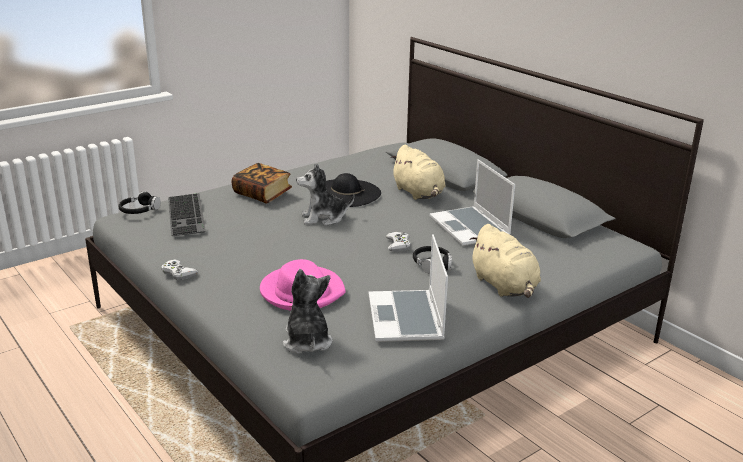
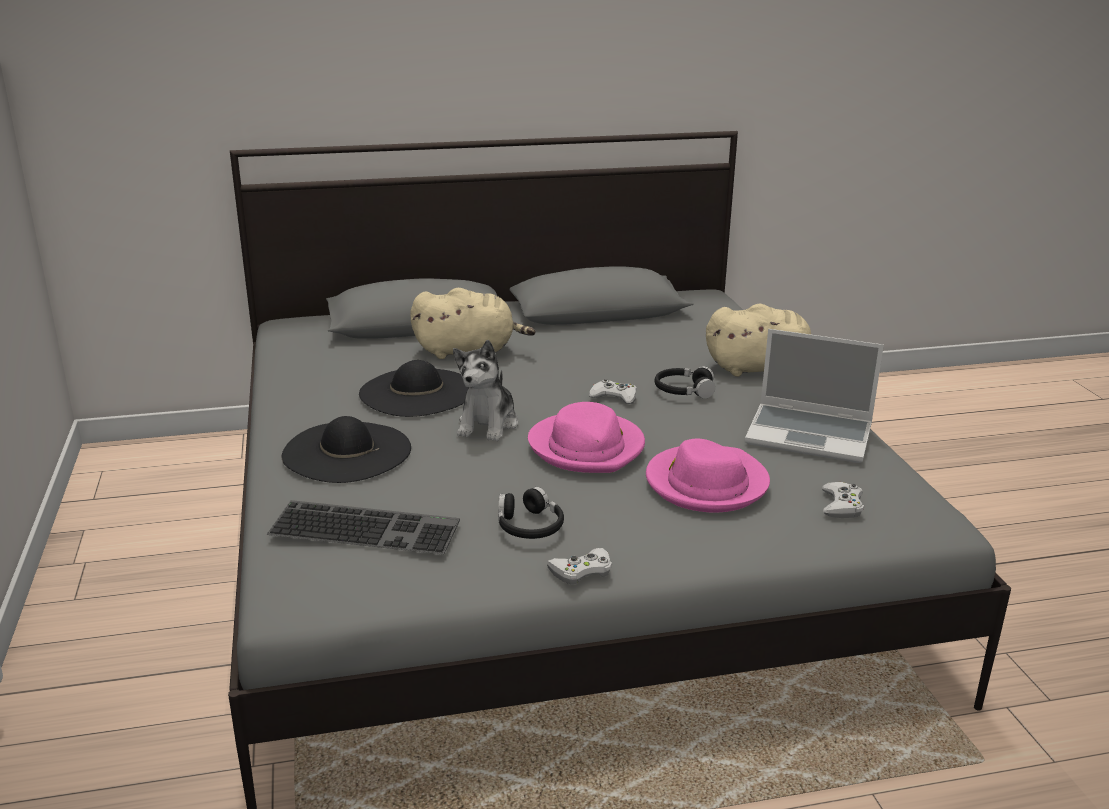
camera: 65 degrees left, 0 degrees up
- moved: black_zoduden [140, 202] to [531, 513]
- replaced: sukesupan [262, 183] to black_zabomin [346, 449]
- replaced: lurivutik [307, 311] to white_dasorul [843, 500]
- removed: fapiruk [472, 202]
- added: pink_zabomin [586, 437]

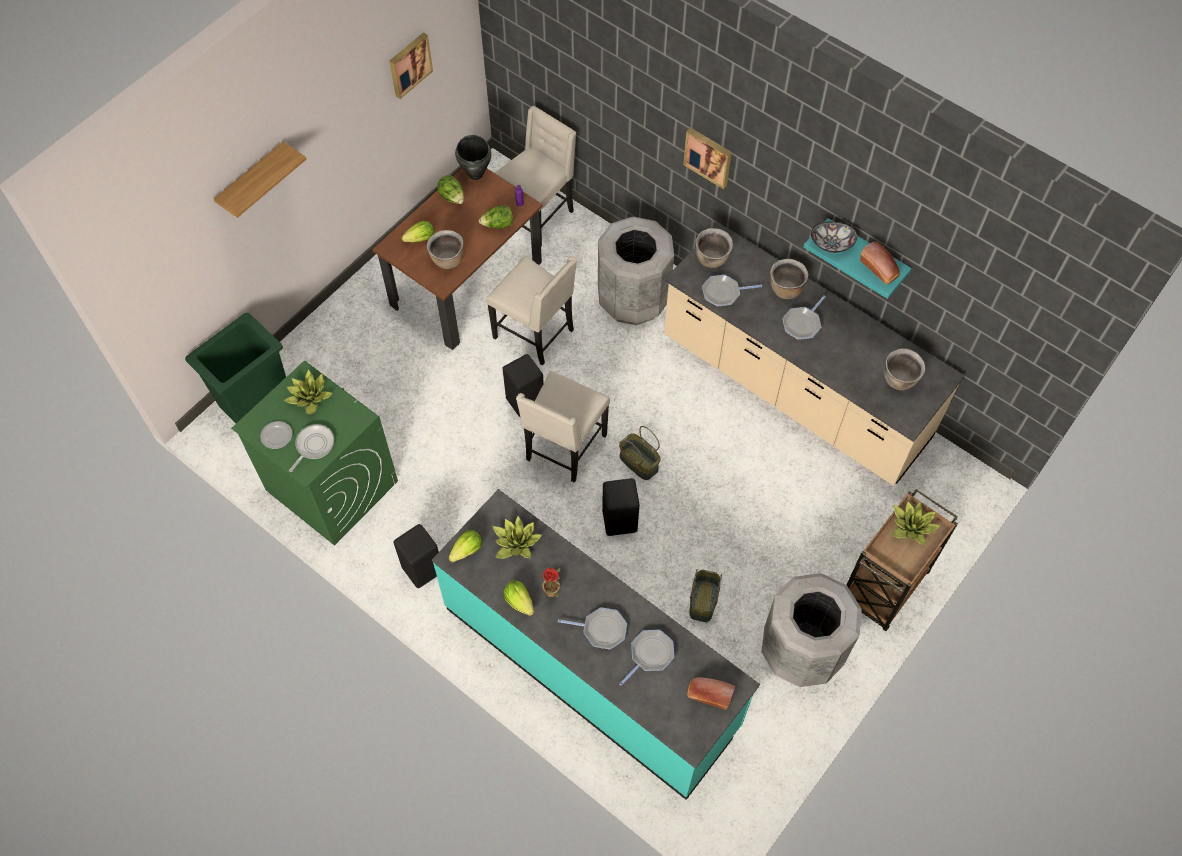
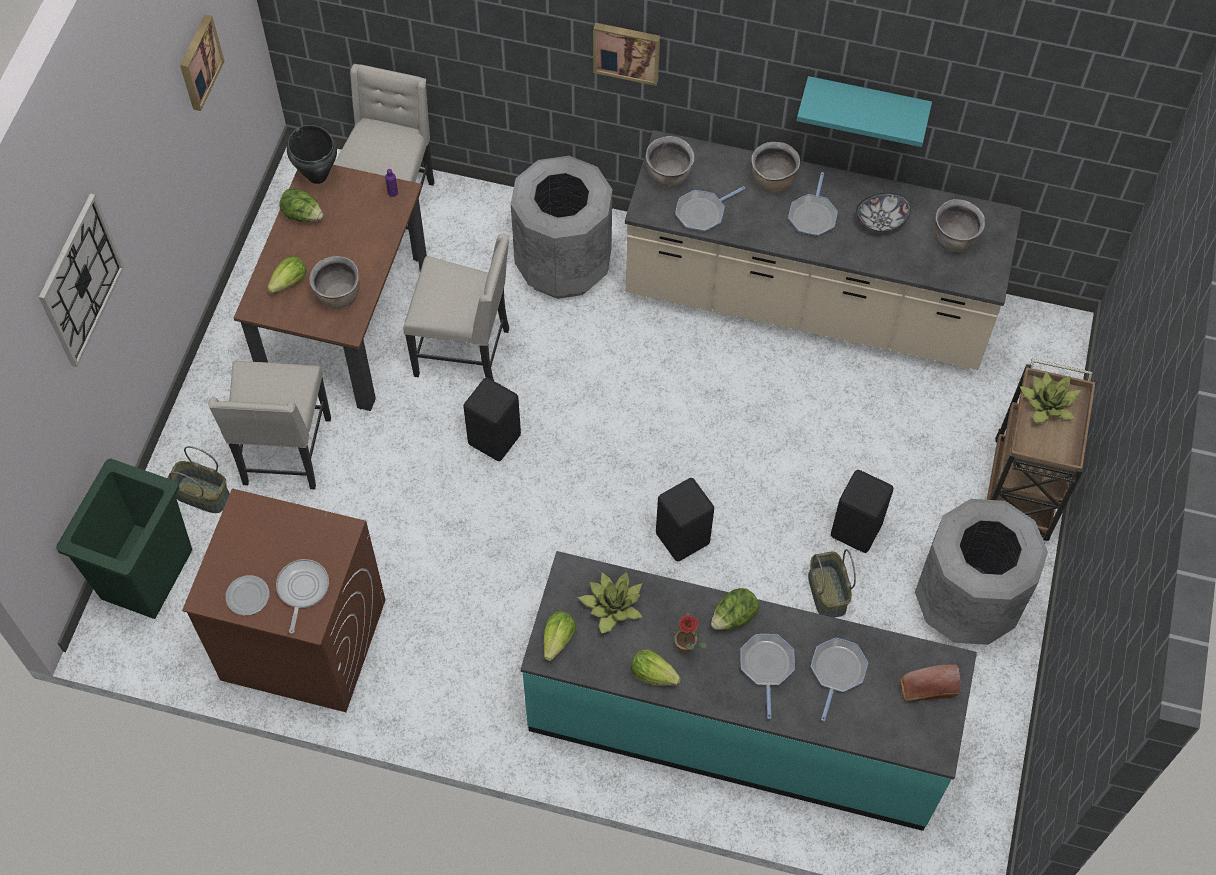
camera: 25 degrees left, 0 degrees up
- replaced: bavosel [260, 179] to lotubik [81, 280]
- recoloured: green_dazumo [314, 453] to brown_dazumo [283, 600]
- removed: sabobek [308, 392]
- moved: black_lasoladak [416, 556] to [862, 511]
- moved: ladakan [496, 217] to [735, 609]
- moved: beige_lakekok [563, 427] to [269, 425]
- turned: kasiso [592, 628] = [767, 676] 75 degrees counterclockwise
- moved: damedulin [640, 453] to [198, 479]
- moved: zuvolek [834, 237] to [883, 212]
- removed: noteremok [880, 262]

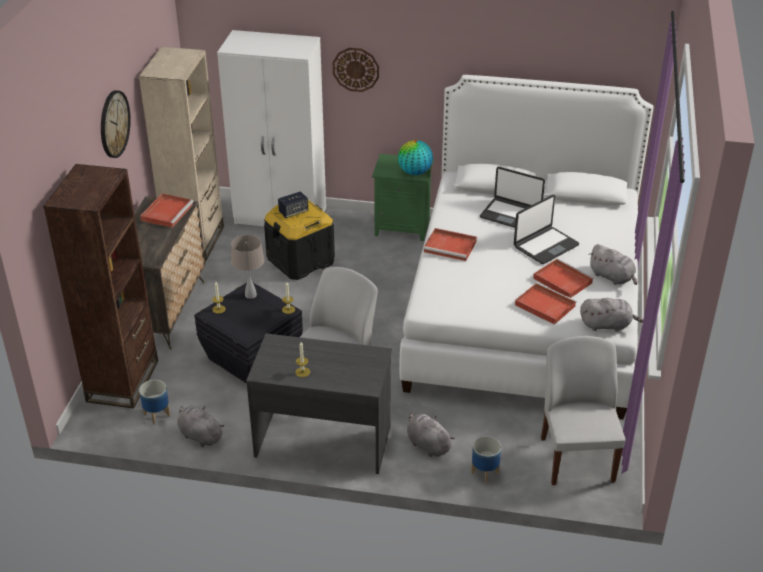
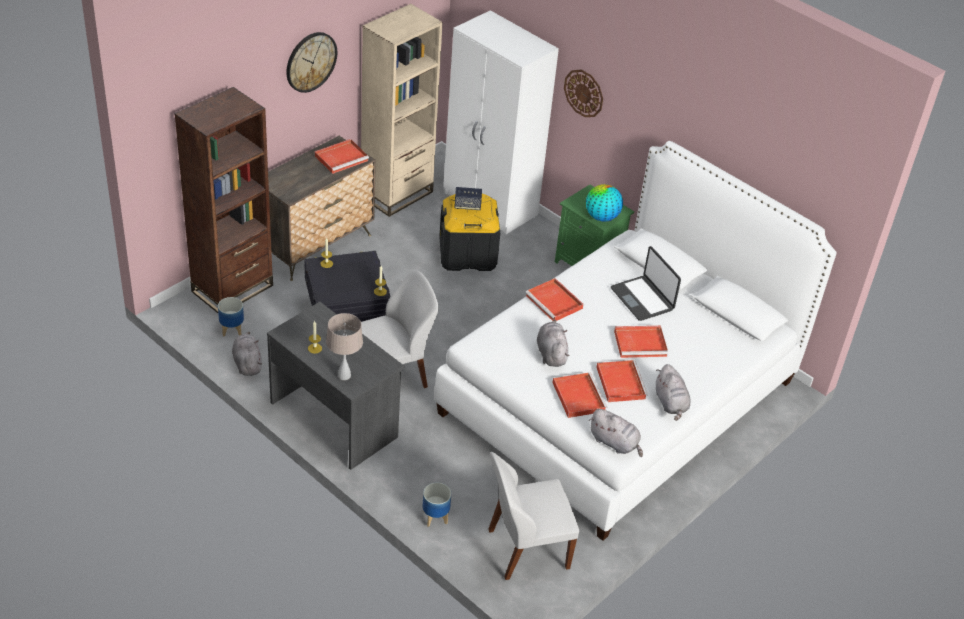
camera: 30 degrees right, 5 degrees up
- moved: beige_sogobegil [248, 267] to [344, 346]
- moved: grey_lurivutik [431, 435] to [553, 343]
- replaced: fapiruk [547, 229] to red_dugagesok [641, 342]
- turned: white_lakekok [583, 410] = [533, 516] 135 degrees counterclockwise

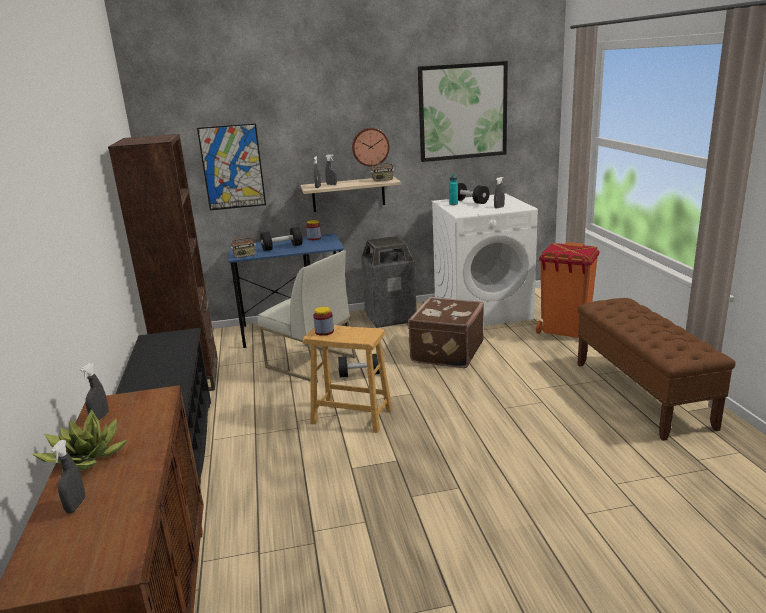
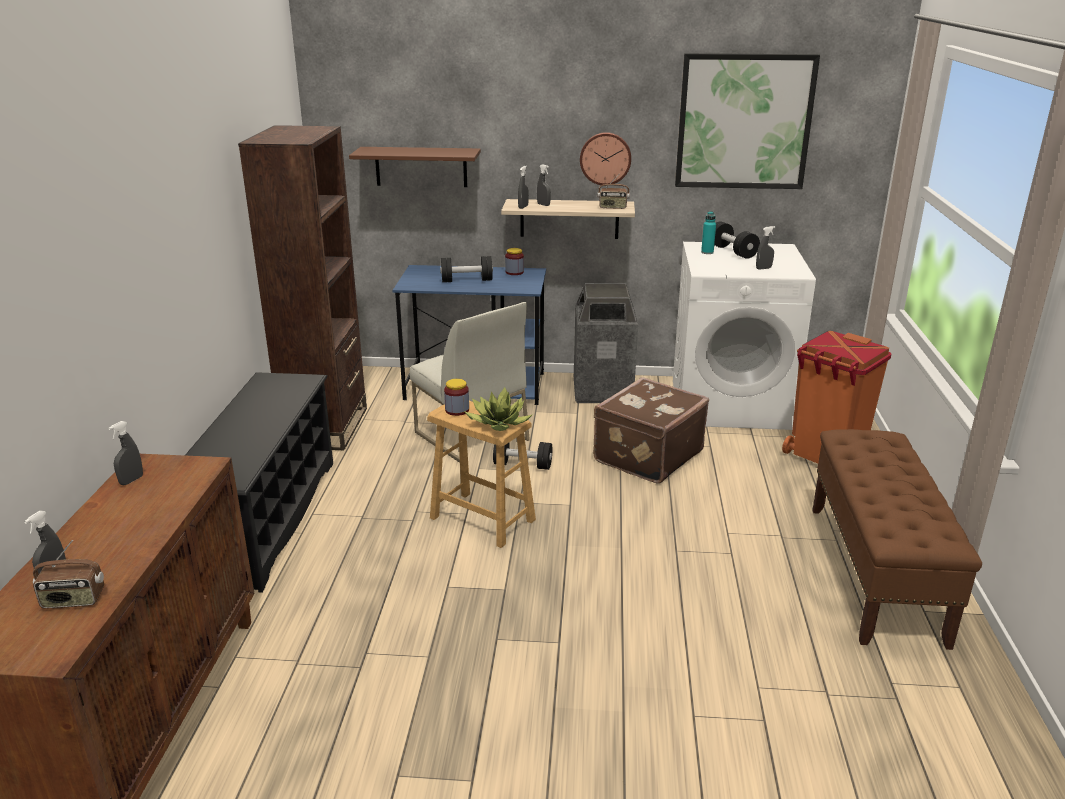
camera: 15 degrees right, 5 degrees up
- moved: sabobek [79, 440] to [498, 409]
- replaced: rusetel [231, 166] to brown_bavosel [415, 167]
- moved: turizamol [243, 244] to [68, 574]

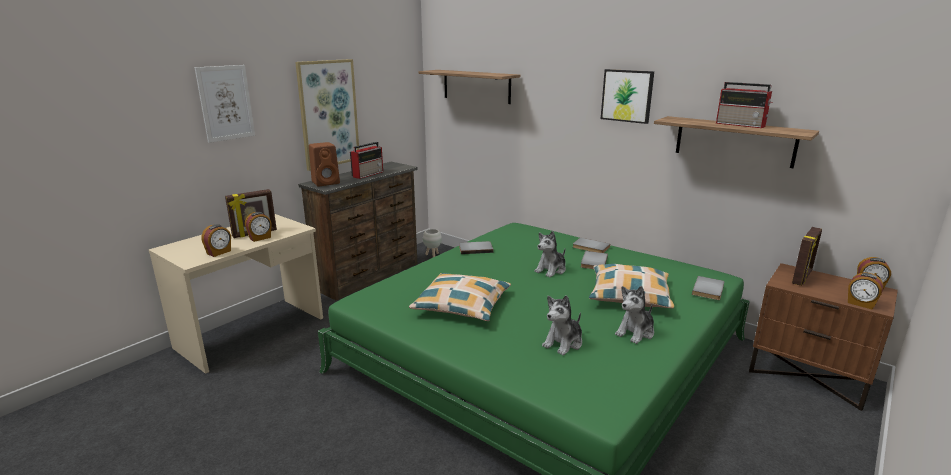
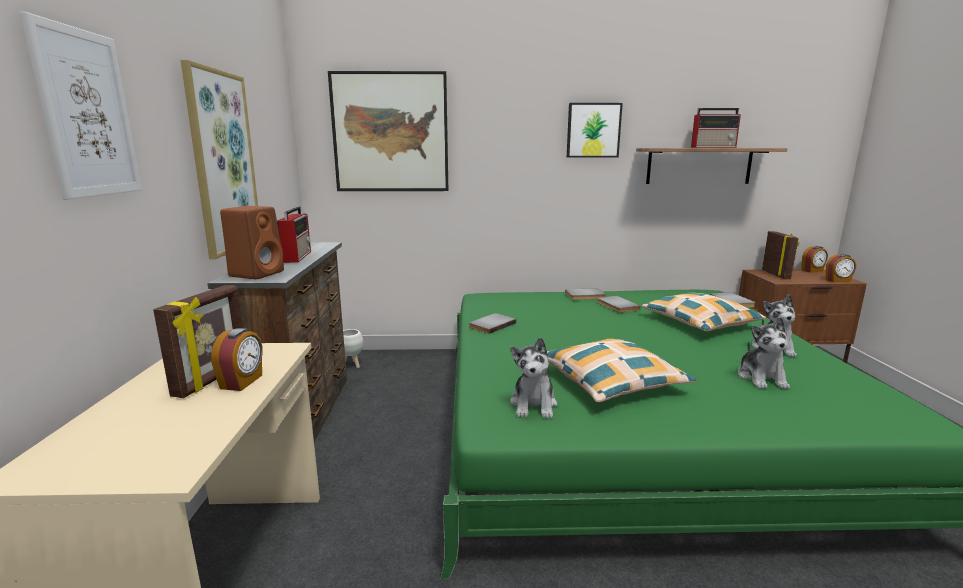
camera: 40 degrees left, 5 degrees down
- removed: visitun [216, 240]
- replaced: bavosel [469, 87] to rusetel [388, 131]
- moved: lurivutik [550, 254] to [534, 377]

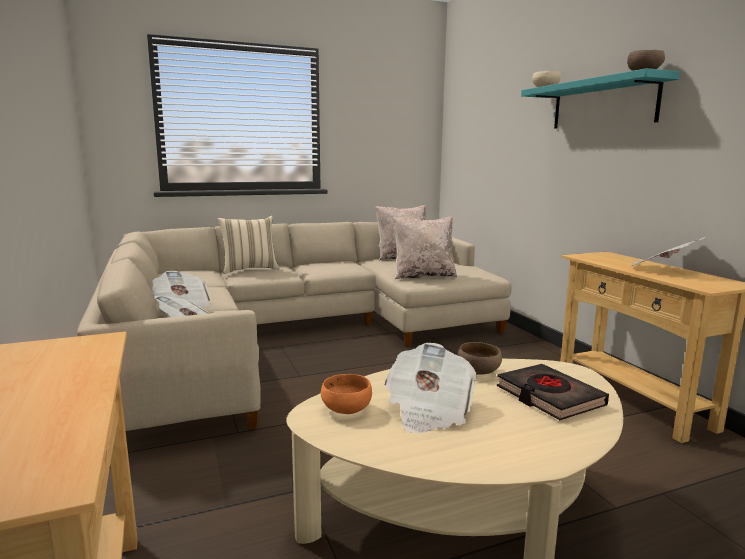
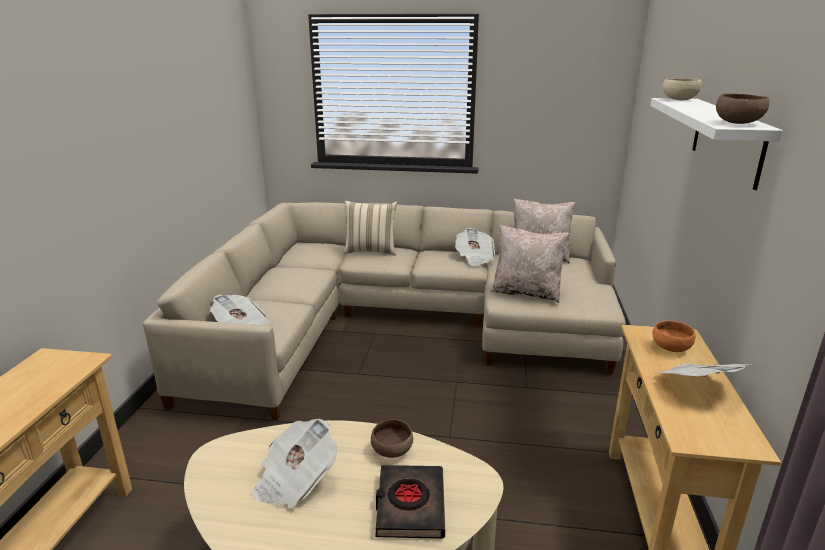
camera: 30 degrees right, 10 degrees up
- moved: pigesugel [182, 290] to [475, 247]
- moved: orange_zuvolek [346, 394] to [673, 336]
- recoloured: turquoise_bavosel [600, 98] to white_bavosel [716, 144]

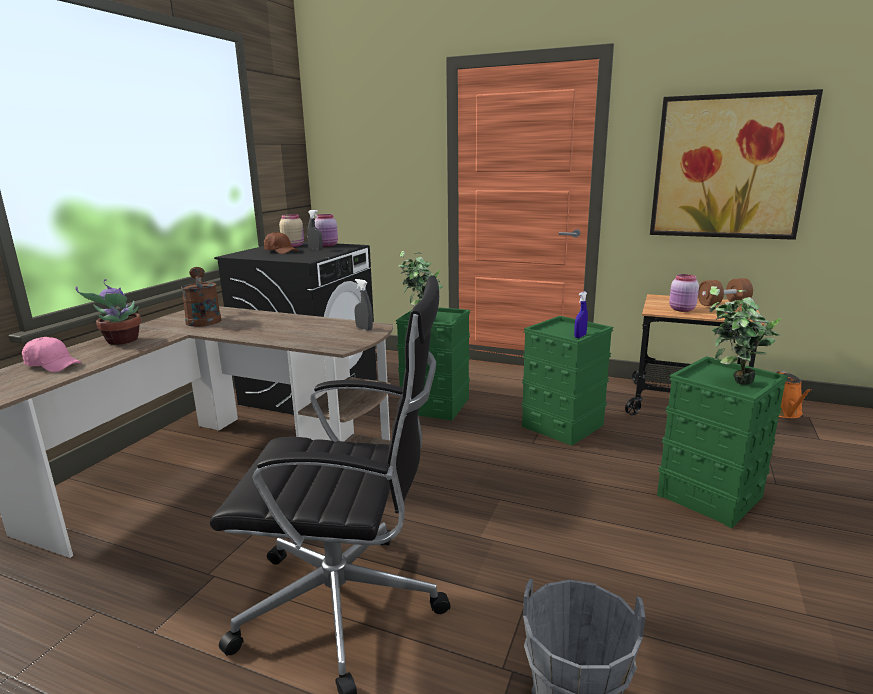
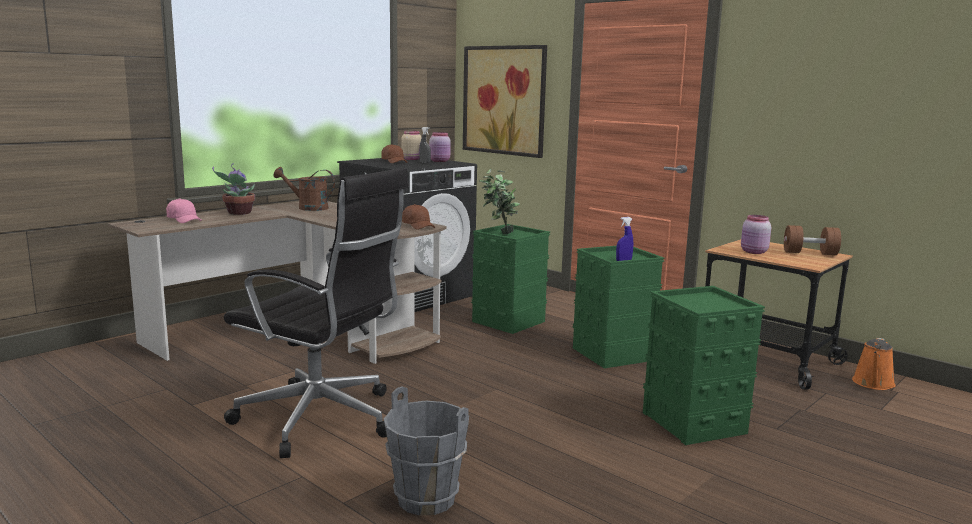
camera: 20 degrees right, 5 degrees down
- turned: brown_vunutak [201, 297] = [304, 189] 75 degrees counterclockwise
- replaced: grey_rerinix [364, 305] to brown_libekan [418, 217]
- moved: rusetel [736, 164] to [505, 101]
- removed: sabobek [745, 335]

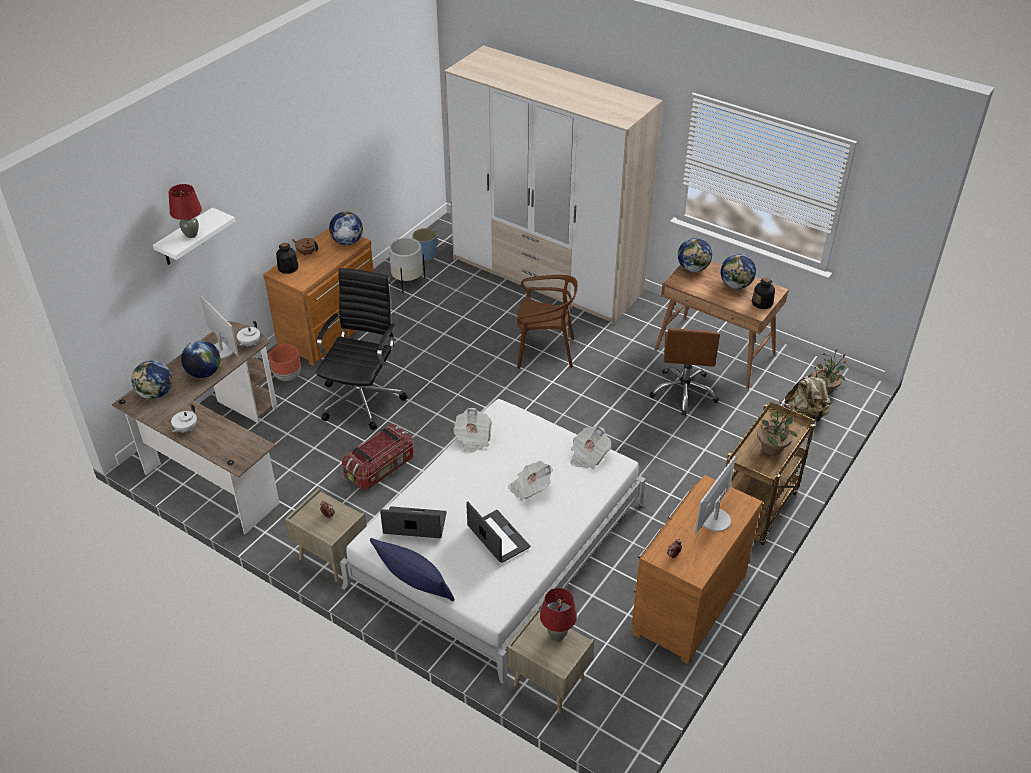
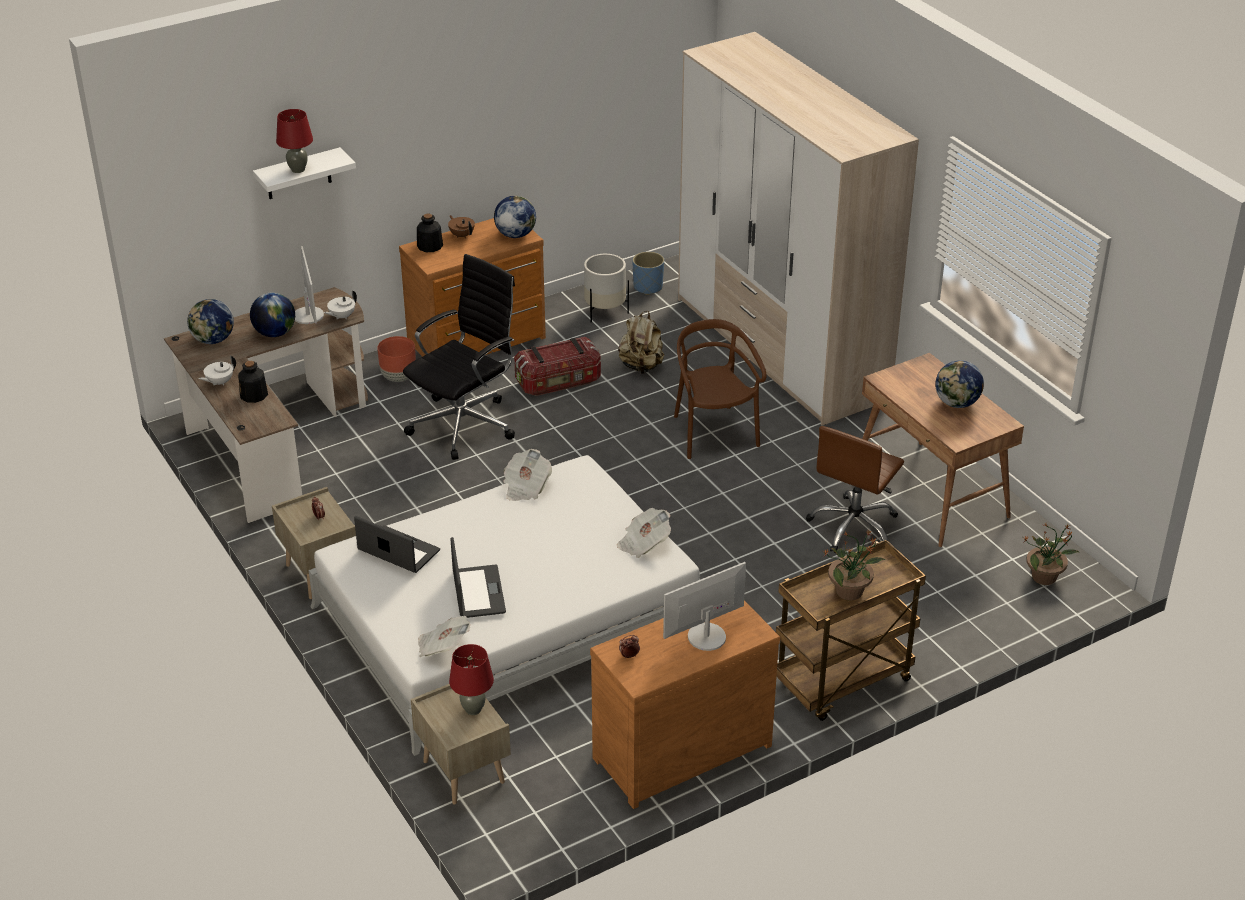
camera: 25 degrees right, 5 degrees down
- moved: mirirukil [378, 456] to [557, 366]
- removed: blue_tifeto [412, 569]
- moved: pigesugel [530, 481] to [444, 636]
- turned: brown_lakekok [547, 322] = [720, 389] 135 degrees counterclockwise
- removed: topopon [695, 255]
- moved: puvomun [763, 293] to [253, 382]
- moved: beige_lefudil [807, 396] to [641, 342]

